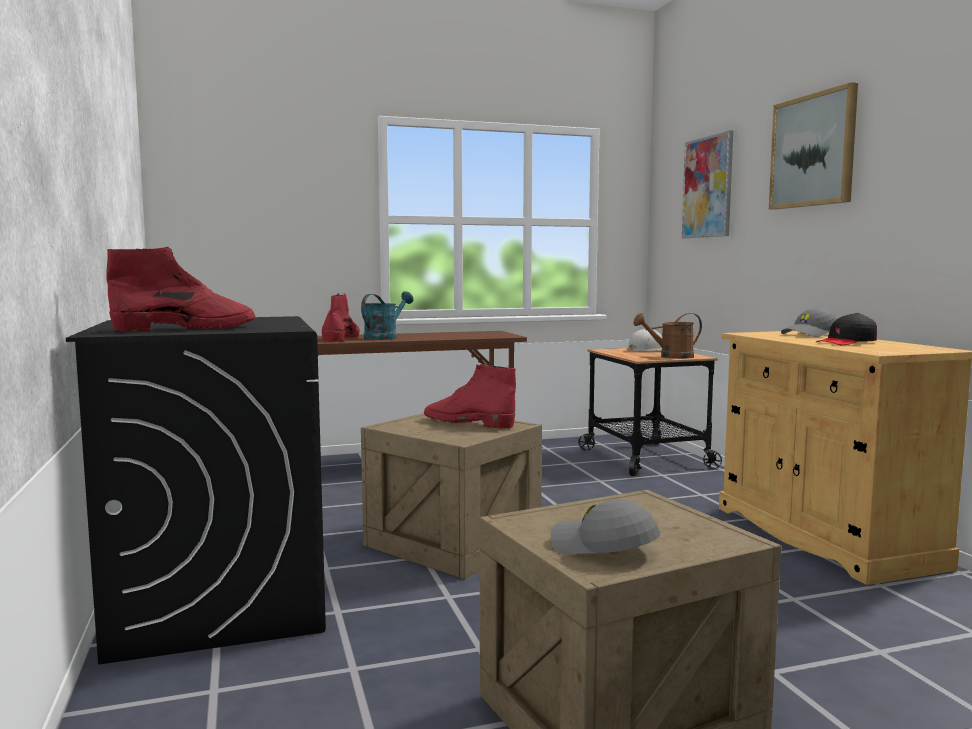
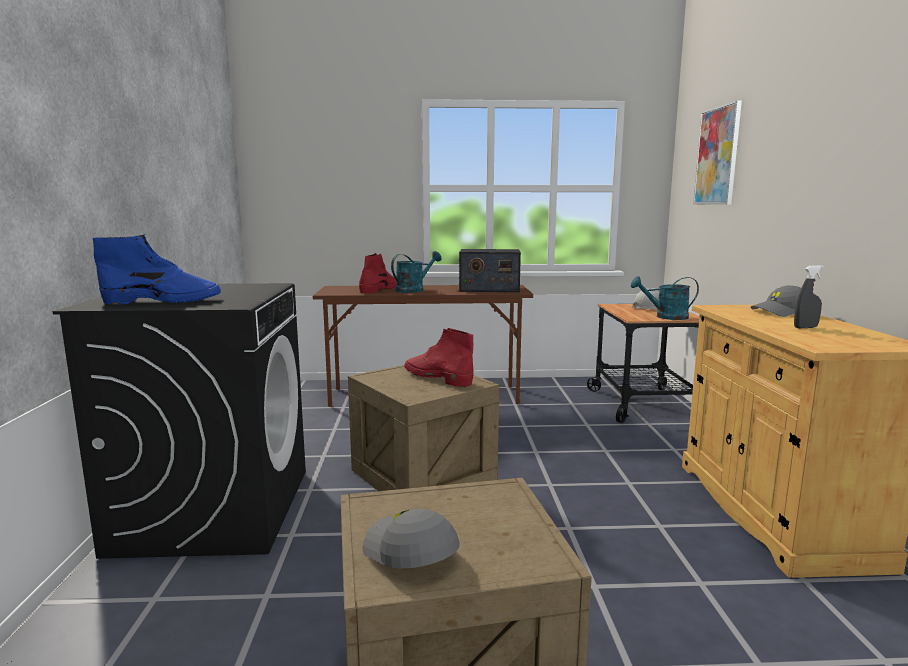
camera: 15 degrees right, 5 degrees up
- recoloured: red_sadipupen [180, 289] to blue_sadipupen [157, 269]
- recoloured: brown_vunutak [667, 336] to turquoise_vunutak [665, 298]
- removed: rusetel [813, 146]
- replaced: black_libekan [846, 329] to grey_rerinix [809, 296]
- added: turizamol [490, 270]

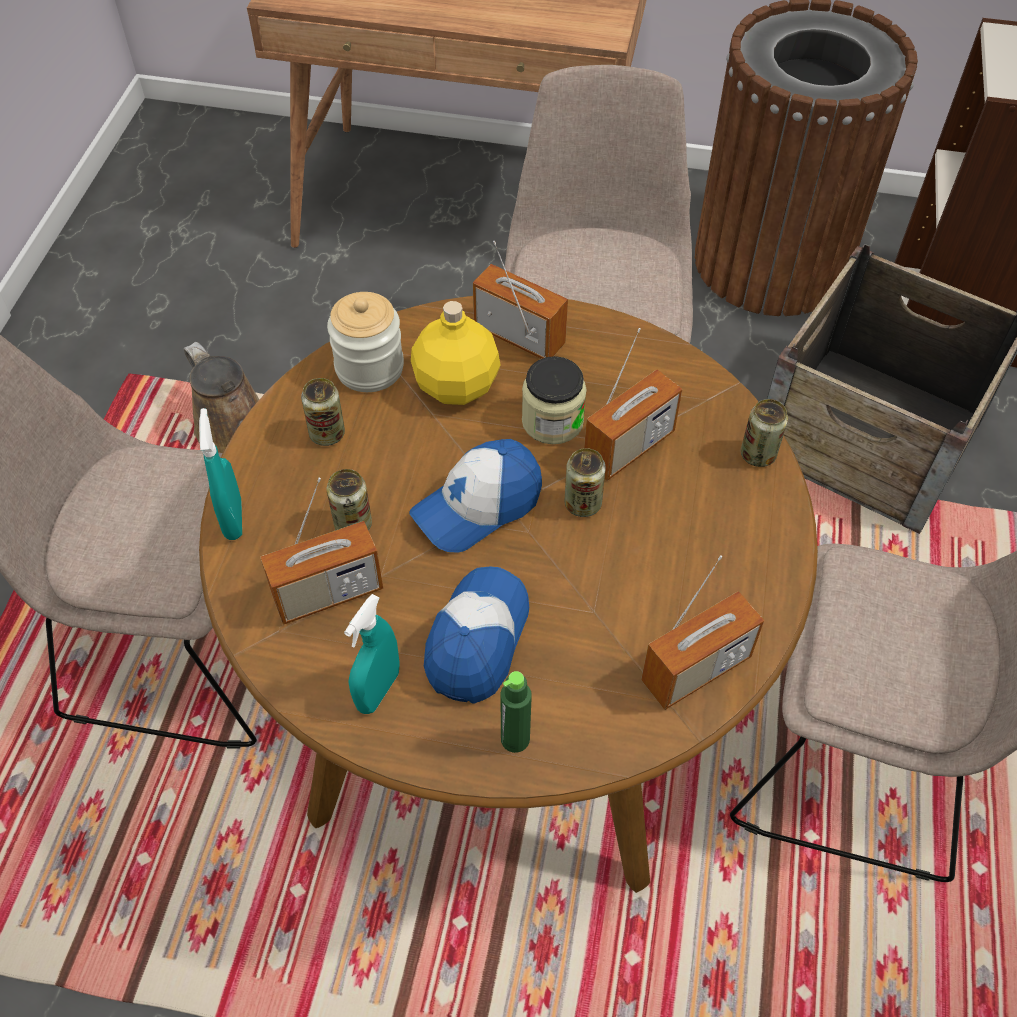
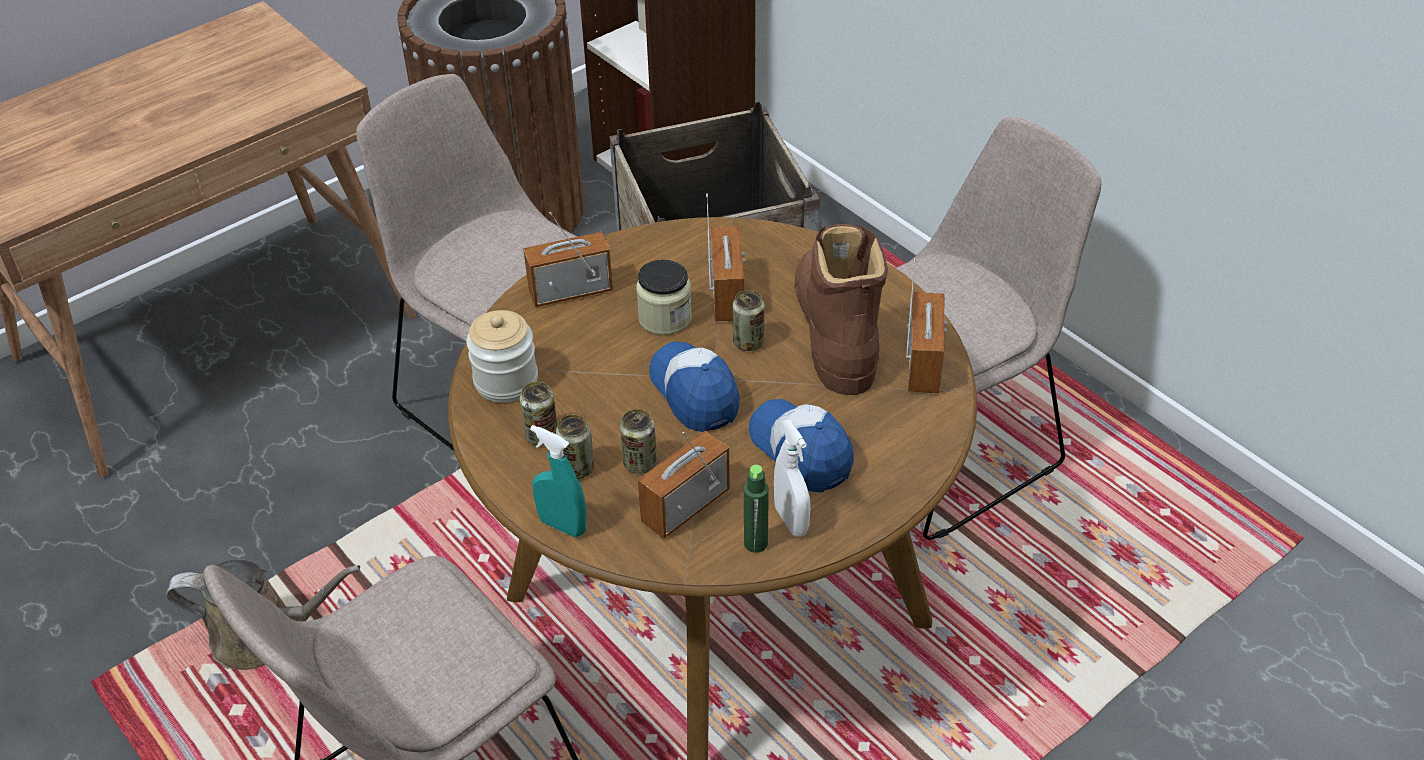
camera: 50 degrees left, 10 degrees down
- turned: turizamol [321, 551] = [684, 484] 150 degrees counterclockwise
- recoloured: turquoise_rerinix [372, 654] to white_rerinix [792, 478]
- turned: libekan [475, 496] = [694, 387] 150 degrees clockwise
- removed: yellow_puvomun [455, 353]
- moved: green_puvomun [516, 712] to [756, 509]
- moved: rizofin [764, 433] to [575, 447]
- added: brown_sadipupen [841, 309]

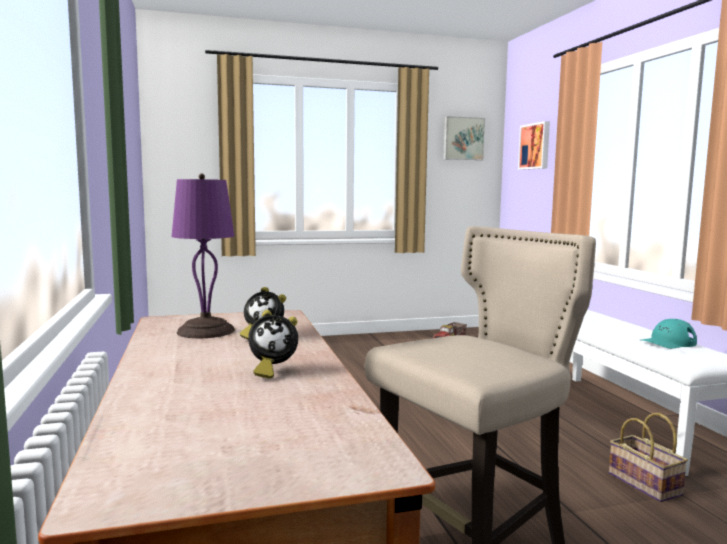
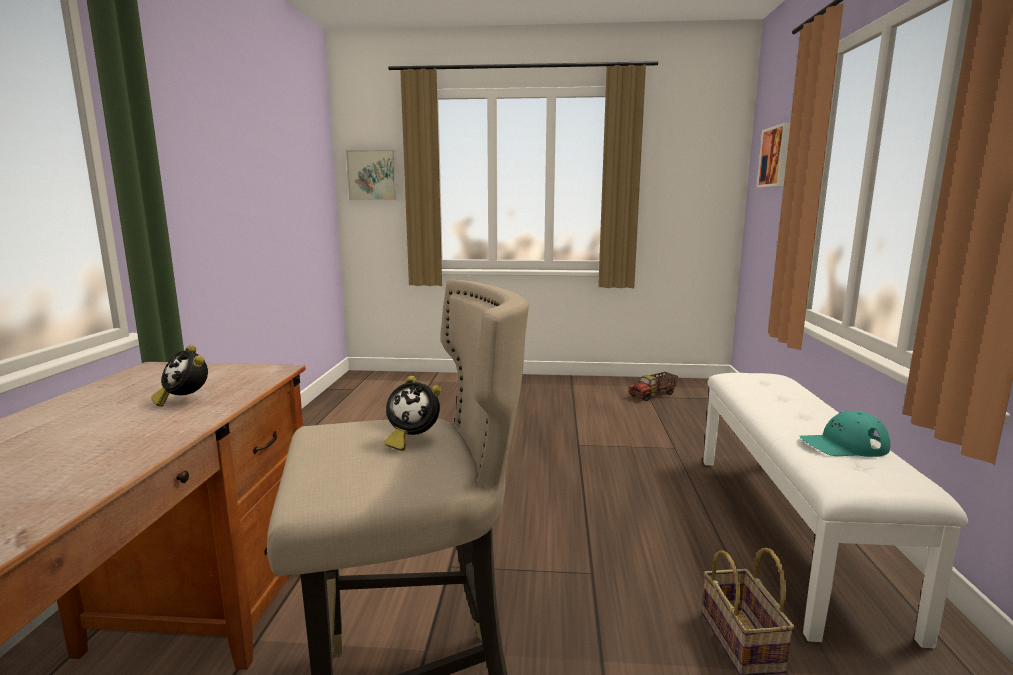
camera: 20 degrees right, 5 degrees up
- removed: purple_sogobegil [203, 255]
- moved: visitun [273, 344] to [412, 413]
- moved: rusetel [464, 138] to [372, 175]

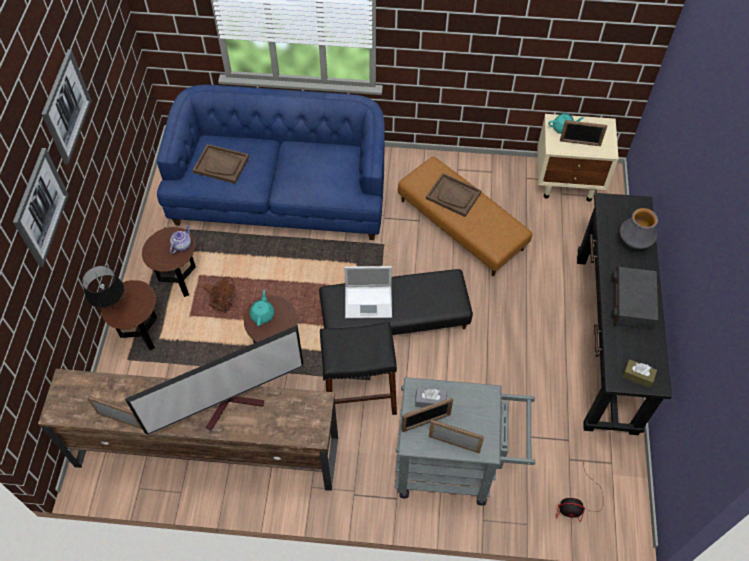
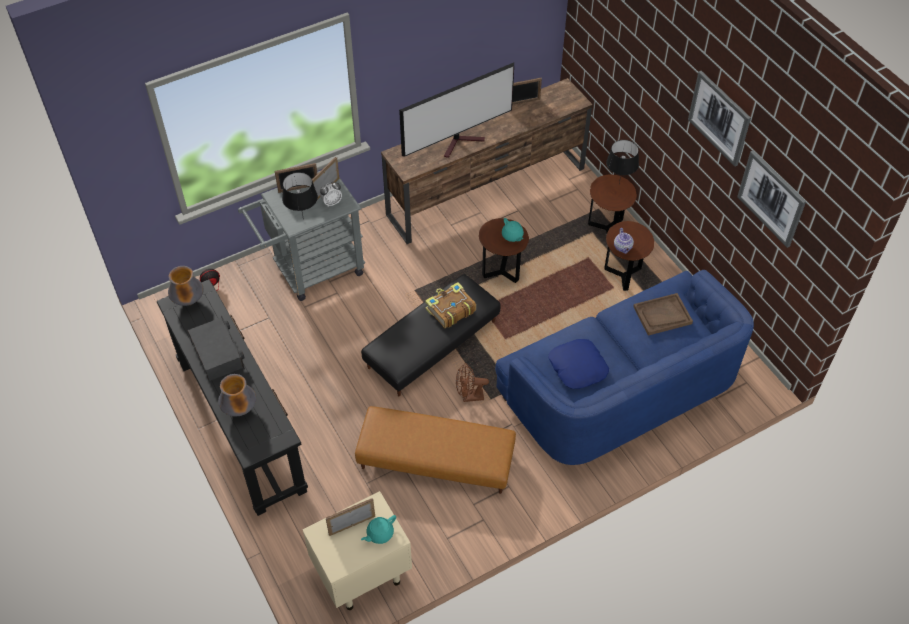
camera: 145 degrees right, 5 degrees down
- moved: rusetel [41, 207] to [771, 199]
- turned: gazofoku [214, 380] = [456, 110] 150 degrees counterclockwise
- moved: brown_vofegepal [219, 295] to [472, 382]
- removed: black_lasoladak [358, 368]
- replaced: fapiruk [368, 292] to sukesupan [450, 305]
- replaced: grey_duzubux [431, 397] to visitun [331, 194]
- removed: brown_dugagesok [454, 195]
- replaced: brown_duzubux [639, 373] to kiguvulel [186, 286]
- added: black_sogobegil [300, 196]
- added: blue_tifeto [578, 364]

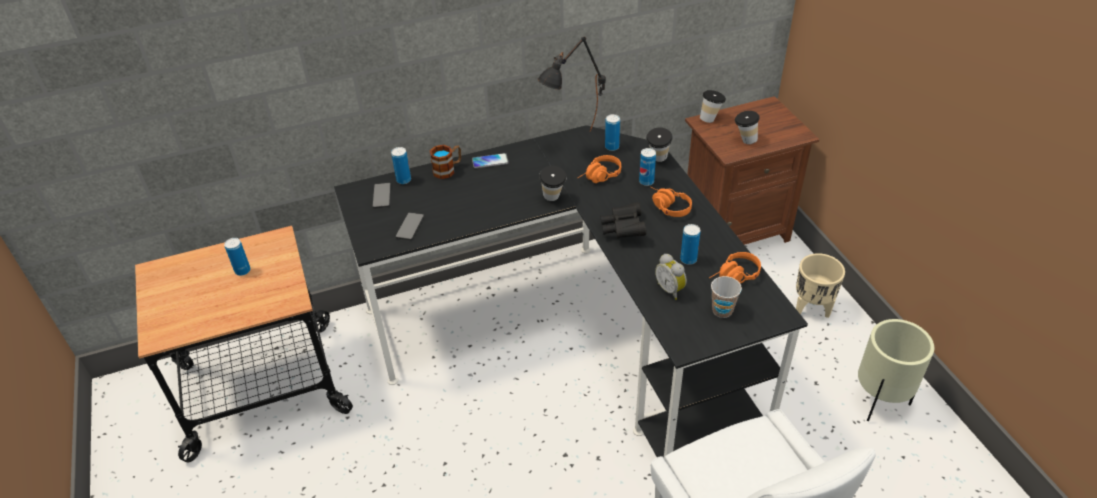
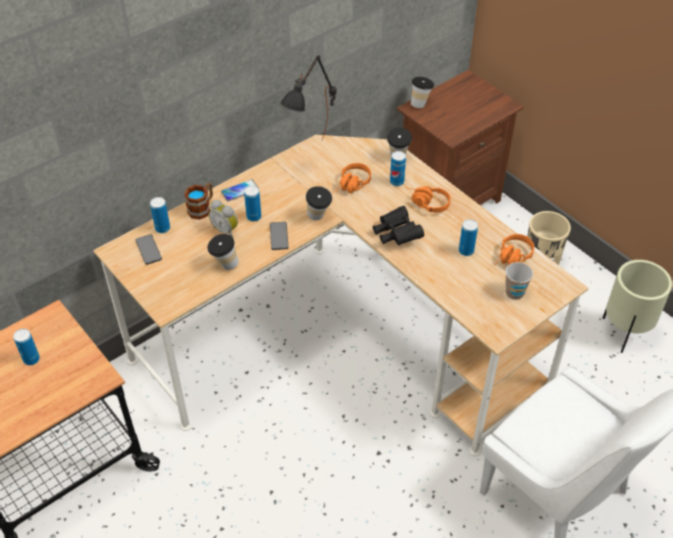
camera: 20 degrees left, 5 degrees up
- recoloured: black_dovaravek [571, 291] to beige_dovaravek [341, 295]
- moved: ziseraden [409, 226] to [279, 236]
- moved: rizofin [612, 132] to [252, 204]
- moved: visitun [671, 277] to [223, 218]
- moved: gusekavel [747, 127] to [223, 252]

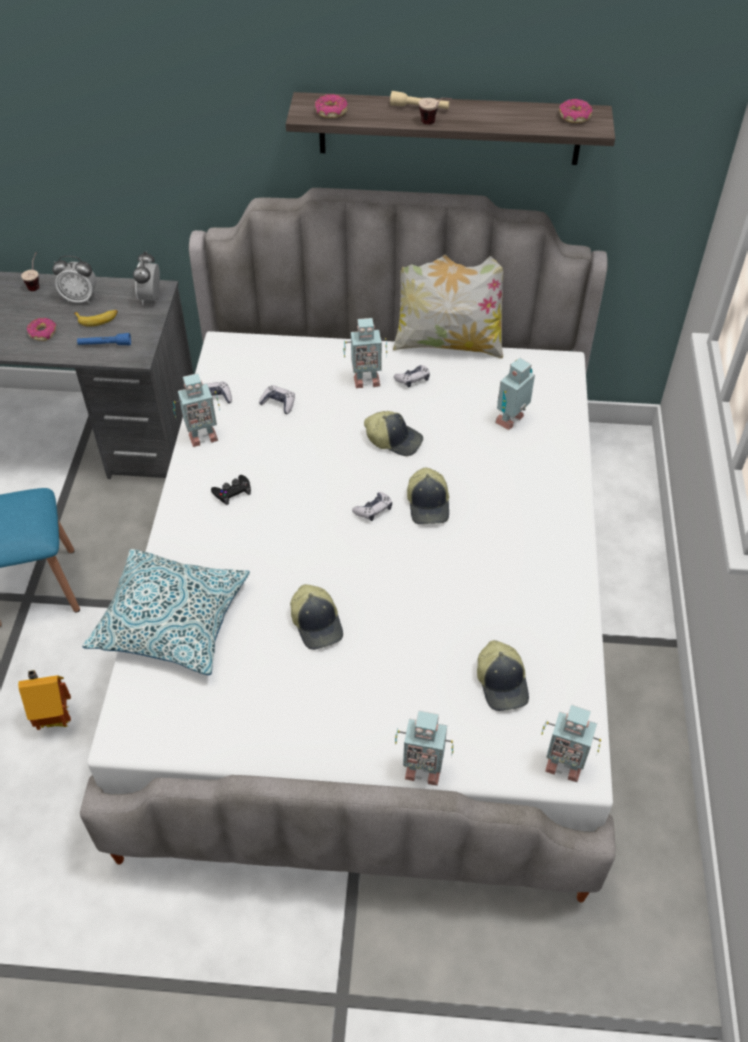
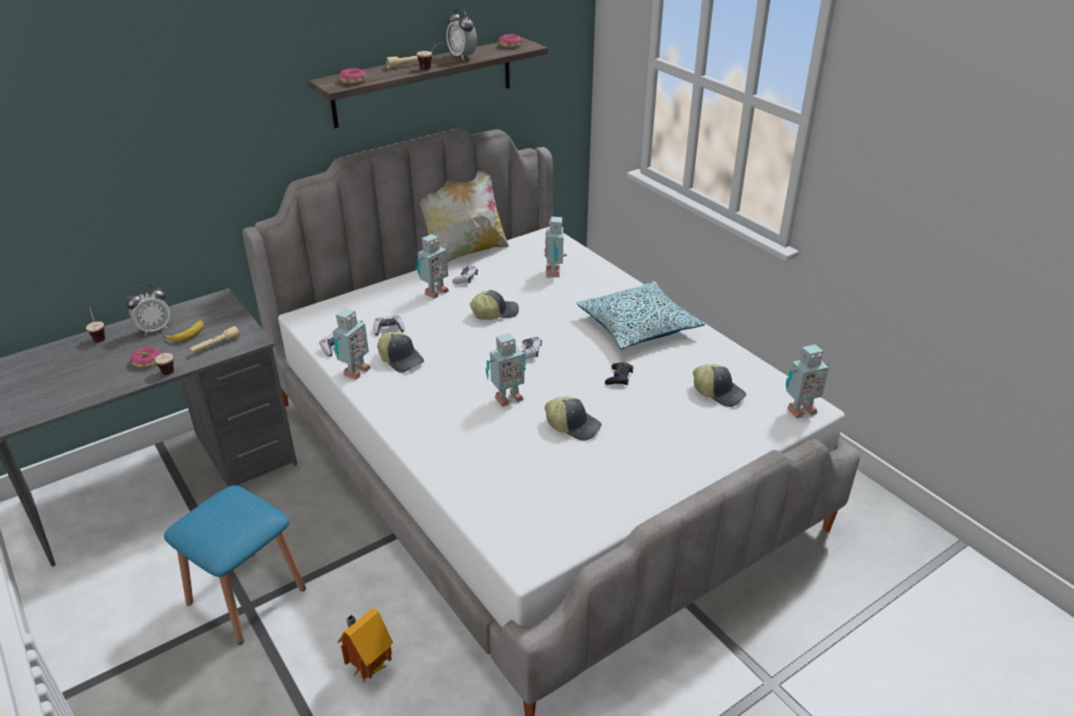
camera: 40 degrees left, 15 degrees down
- recoloured: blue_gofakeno [104, 339] to beige_gofakeno [215, 340]
- moved: tifeto [166, 612] to [641, 315]
- moved: visitun [146, 278] to [461, 34]
- moved: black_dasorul [231, 490] to [619, 373]
- moved: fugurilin [424, 748] to [506, 370]
- moved: libekan [428, 495] to [400, 352]
- added: gusekavel [155, 364]

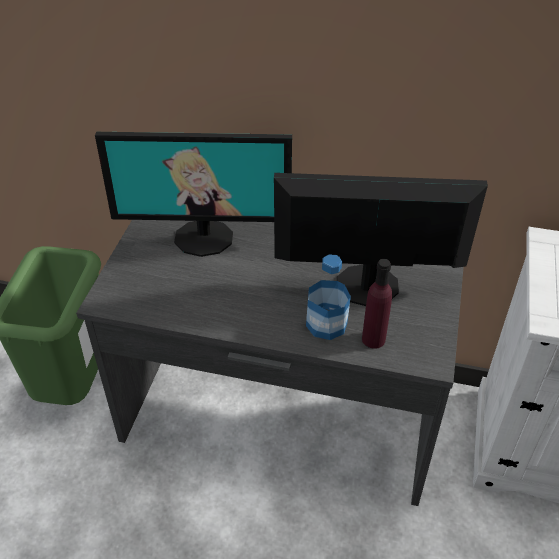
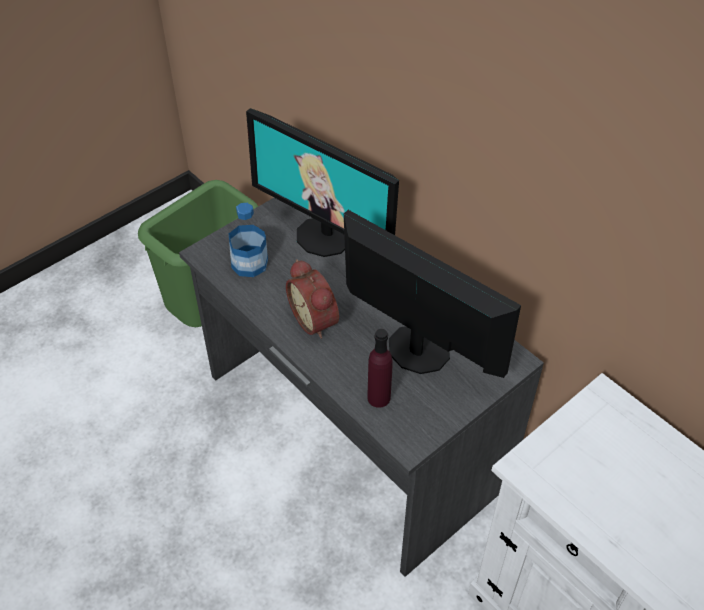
camera: 35 degrees right, 5 degrees up
- moved: puvomun [328, 297] to [248, 240]
- added: visitun [312, 299]

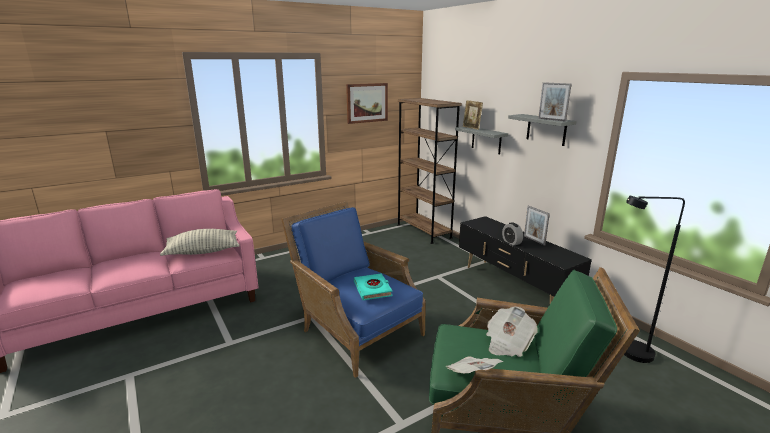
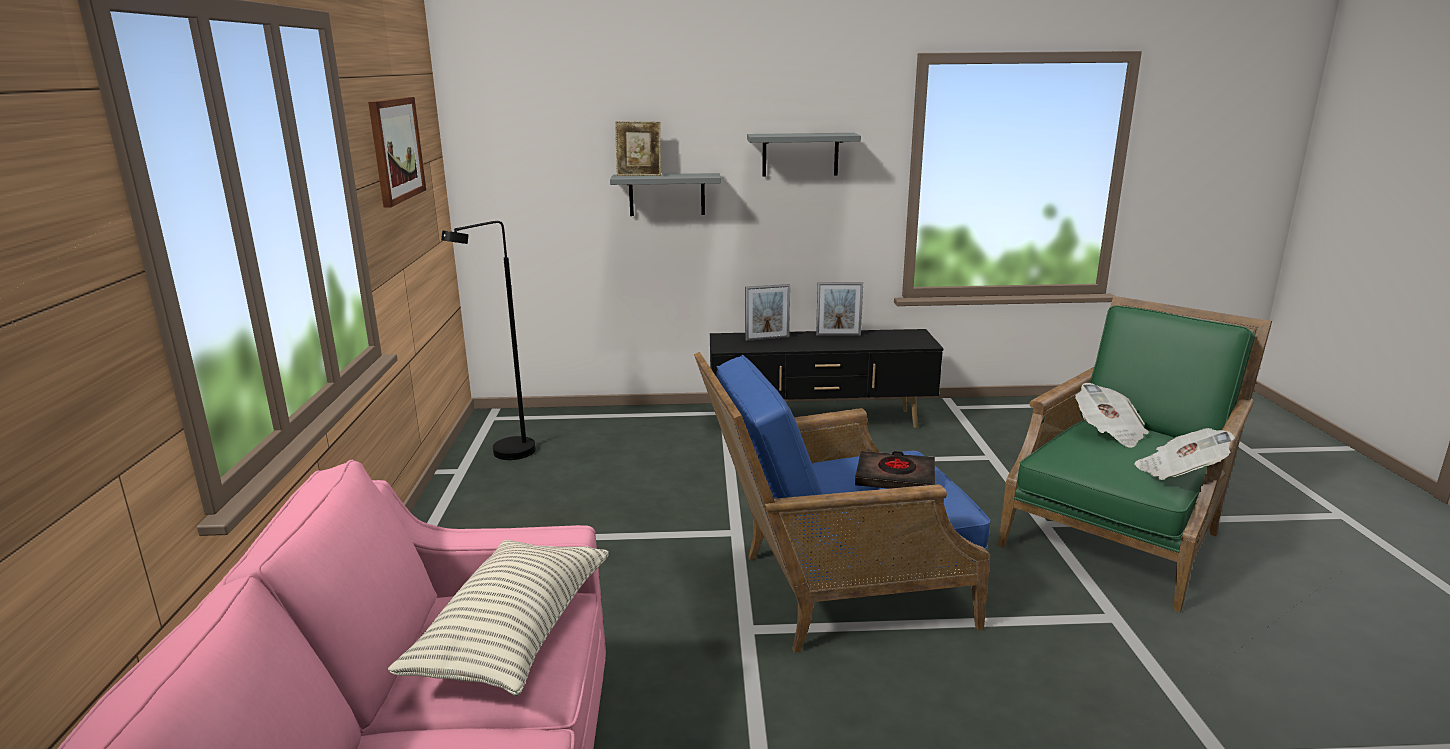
camera: 60 degrees left, 0 degrees up
- recoloured: turquoise_sukesupan [373, 286] to black_sukesupan [895, 470]
- removed: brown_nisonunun [429, 171]
- removed: visitun [512, 234]
- moved: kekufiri [555, 101] to [767, 312]
- moved: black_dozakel [654, 279] to [488, 340]

